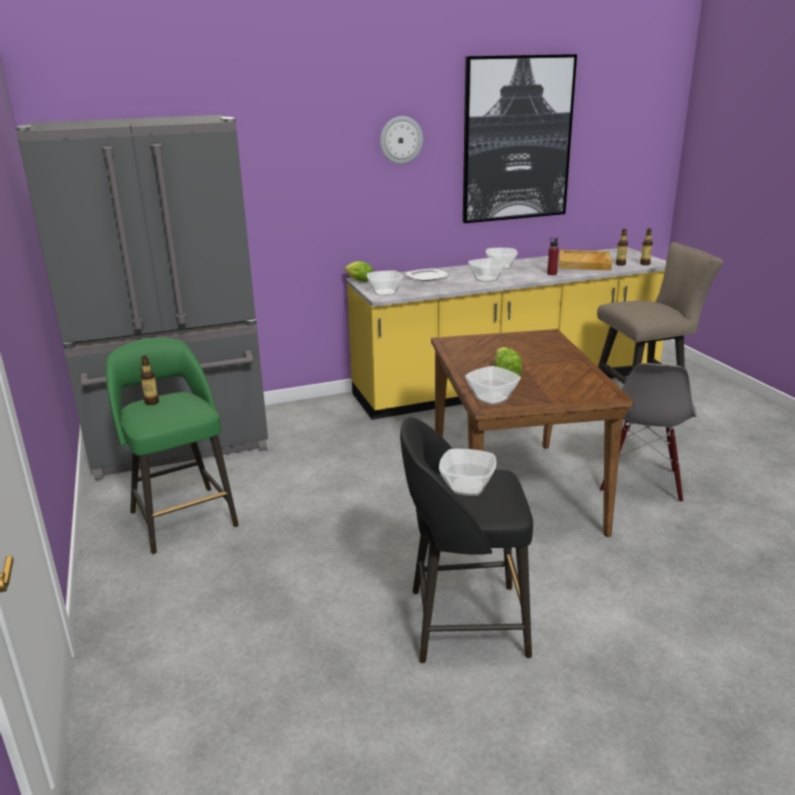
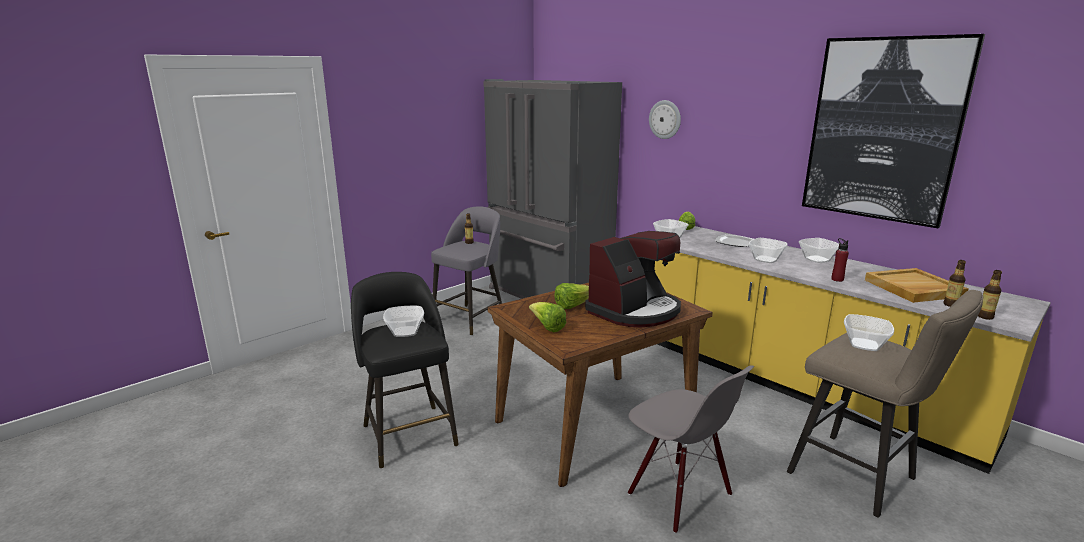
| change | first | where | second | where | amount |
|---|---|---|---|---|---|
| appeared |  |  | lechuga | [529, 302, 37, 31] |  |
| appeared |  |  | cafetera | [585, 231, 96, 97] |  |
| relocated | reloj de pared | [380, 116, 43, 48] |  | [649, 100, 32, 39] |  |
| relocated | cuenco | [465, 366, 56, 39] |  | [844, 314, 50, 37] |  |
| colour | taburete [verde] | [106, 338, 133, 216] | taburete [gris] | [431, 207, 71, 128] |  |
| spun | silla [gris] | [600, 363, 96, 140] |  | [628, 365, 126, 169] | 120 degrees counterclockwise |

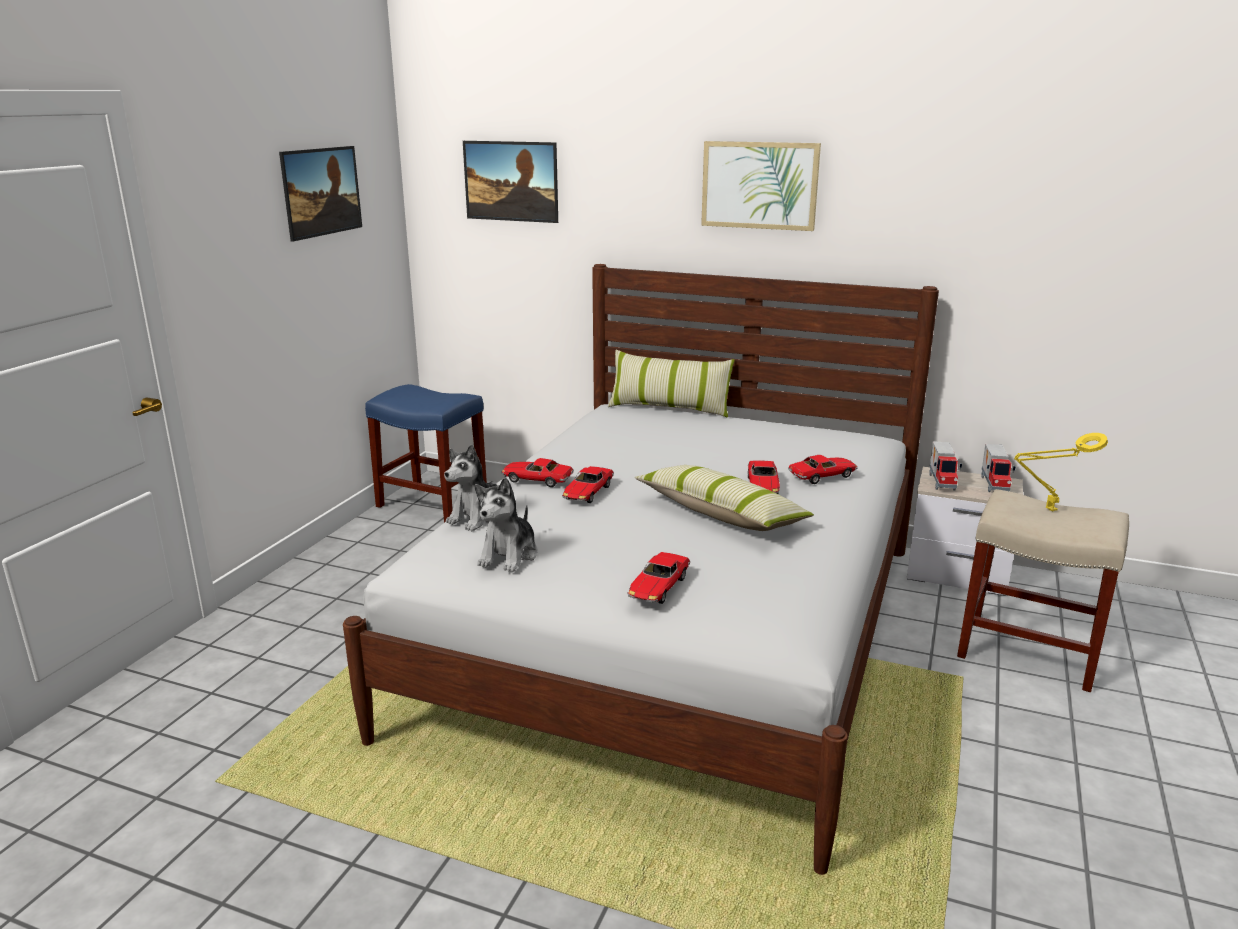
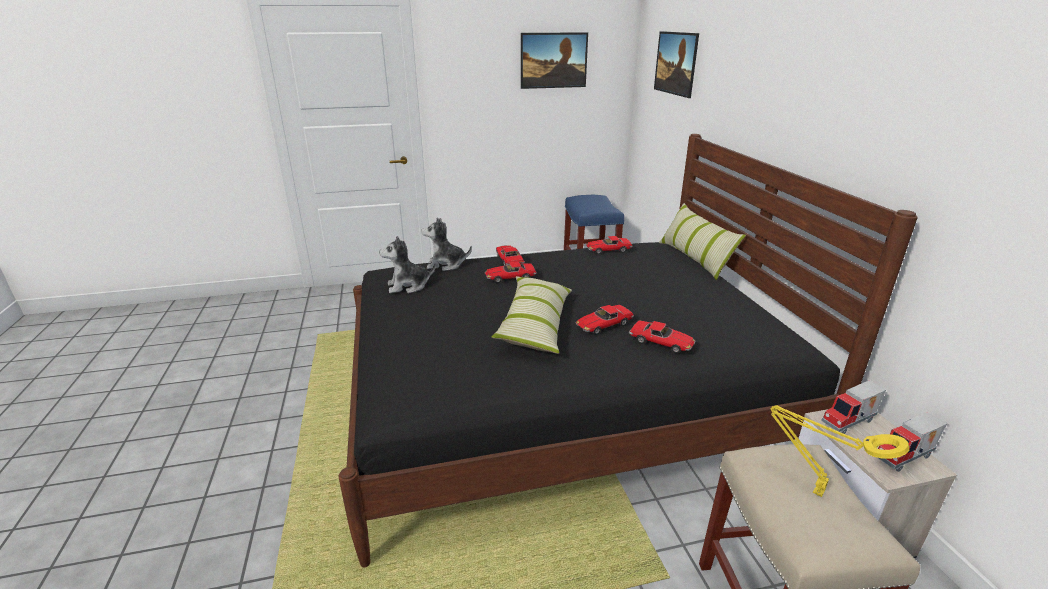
| change | first | where | second | where | amount |
|---|---|---|---|---|---|
| missing | cuadro | [701, 141, 120, 90] |  |  |  |
| relocated | coche de juguete | [628, 552, 62, 52] |  | [586, 236, 47, 18] |  |
| colour | cama [blanco] | [343, 264, 596, 611] | cama [negro] | [338, 134, 580, 433] |  |

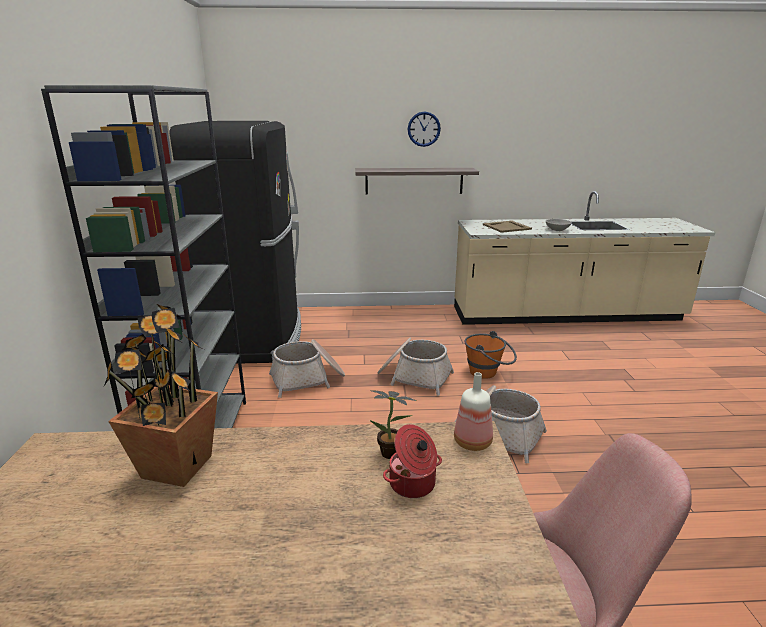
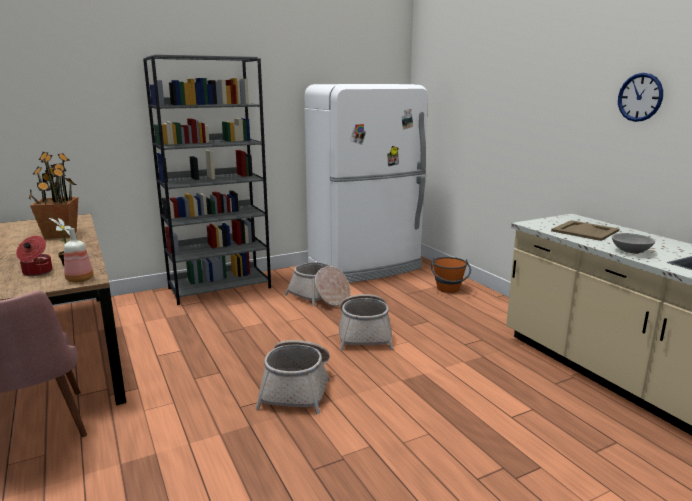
| change | first | where | second | where | amount |
|---|---|---|---|---|---|
| missing | estante | [355, 168, 124, 27] |  |  |  |
| relocated | reloj de pared | [408, 112, 33, 35] |  | [618, 73, 45, 49] |  |
| relocated | cubo [naranja] | [464, 331, 53, 48] |  | [431, 257, 40, 36] |  |
| colour | nevera [negro] | [169, 121, 132, 243] | nevera [blanco] | [304, 84, 124, 199] |  |

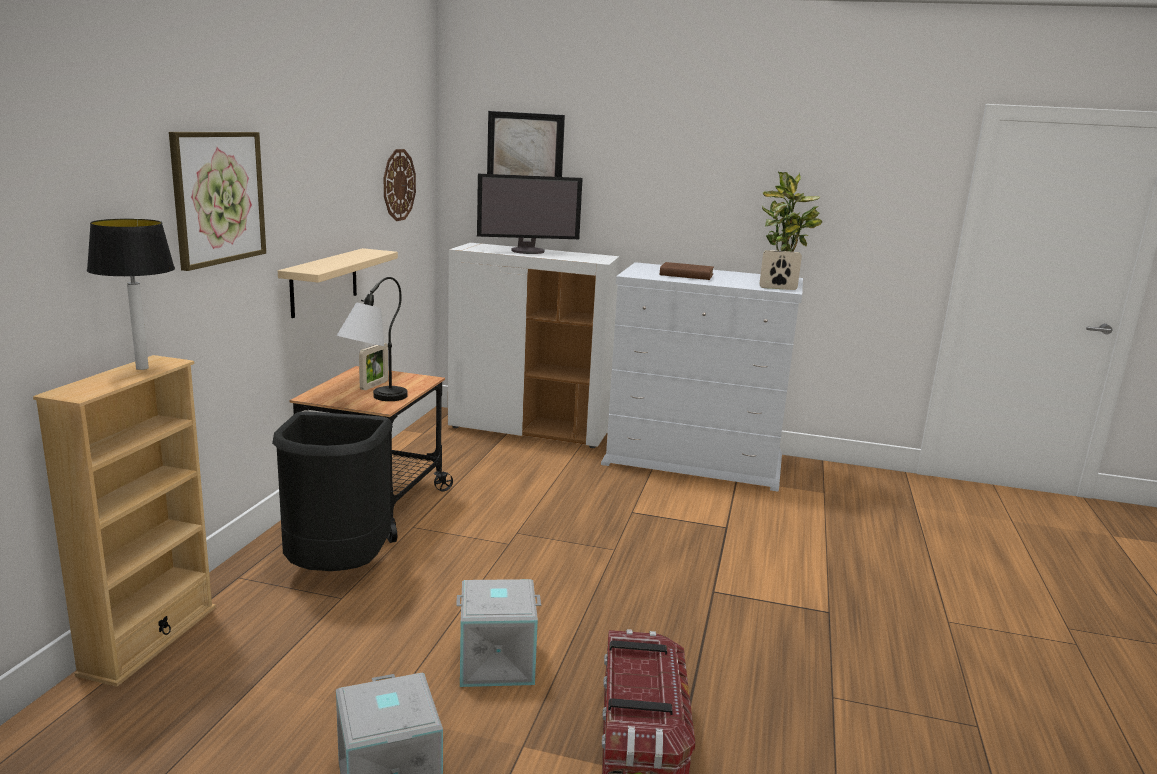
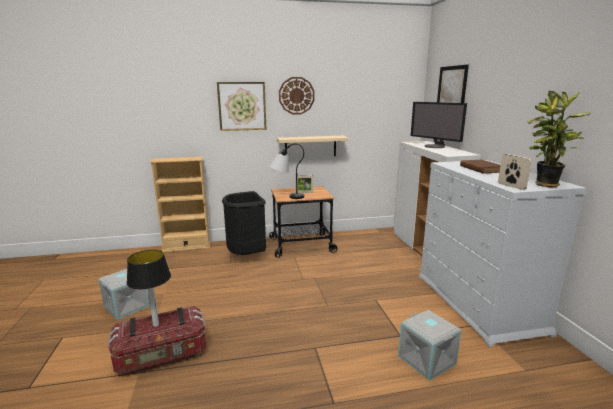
| change | first | where | second | where | amount |
|---|---|---|---|---|---|
| relocated | lámpara de mesa | [87, 219, 88, 151] |  | [127, 250, 44, 77] |  |
| relocated | reloj de pared | [384, 149, 32, 72] |  | [279, 77, 35, 38] |  |
| relocated | caja de almacenaje [gris] | [456, 579, 85, 108] |  | [398, 310, 63, 71] |  |

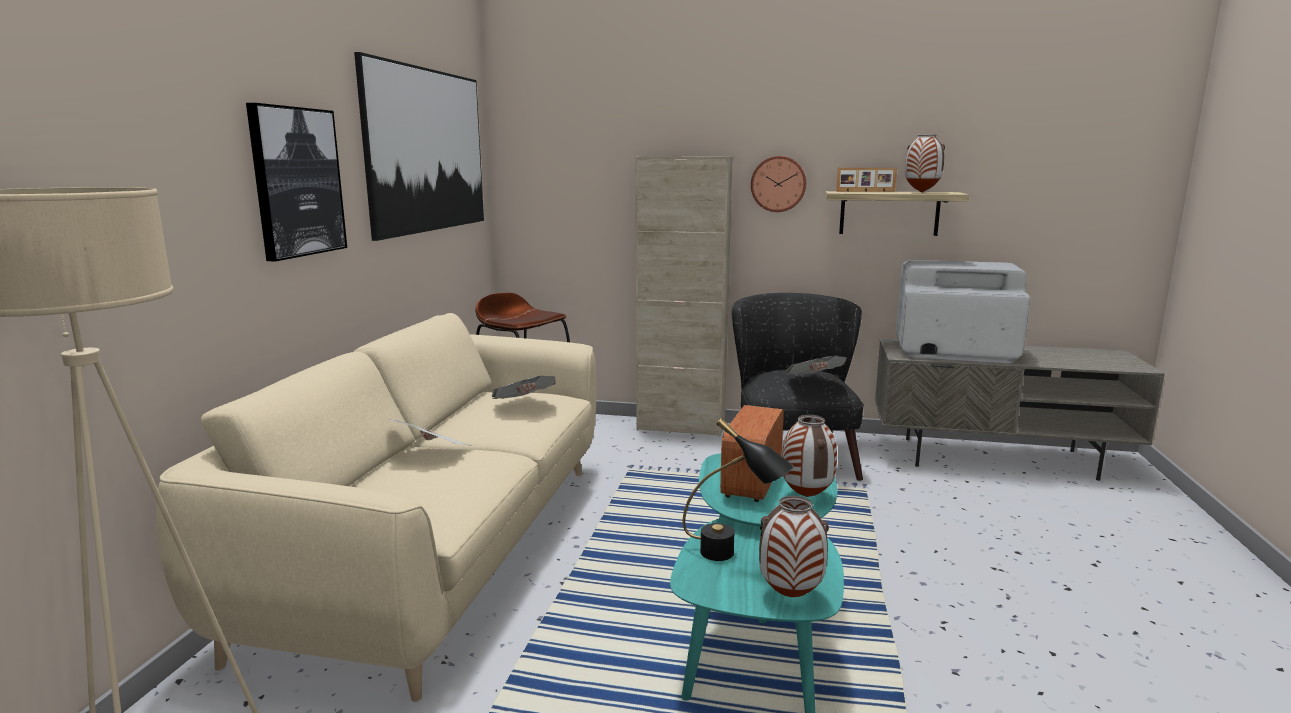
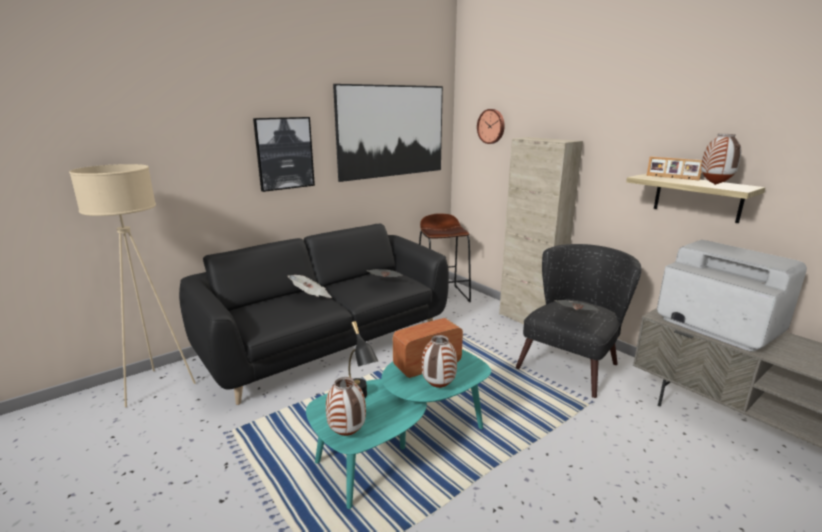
| change | first | where | second | where | amount |
|---|---|---|---|---|---|
| relocated | reloj de pared | [751, 156, 55, 56] |  | [477, 109, 28, 35] |  |
| colour | sofá [beis] | [156, 313, 440, 389] | sofá [negro] | [179, 223, 270, 182] |  |

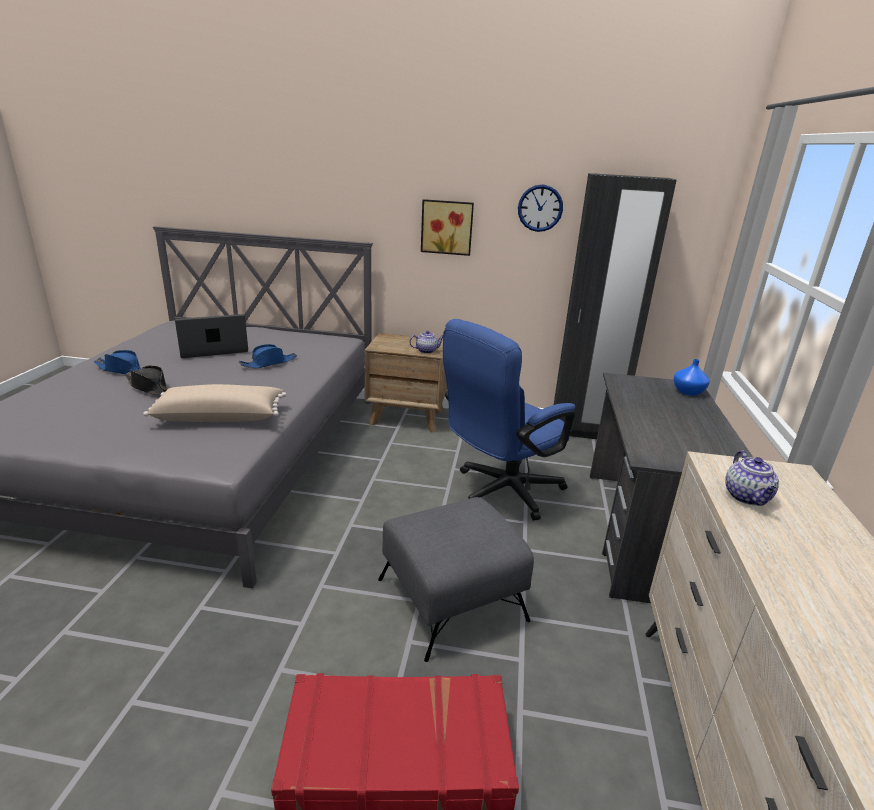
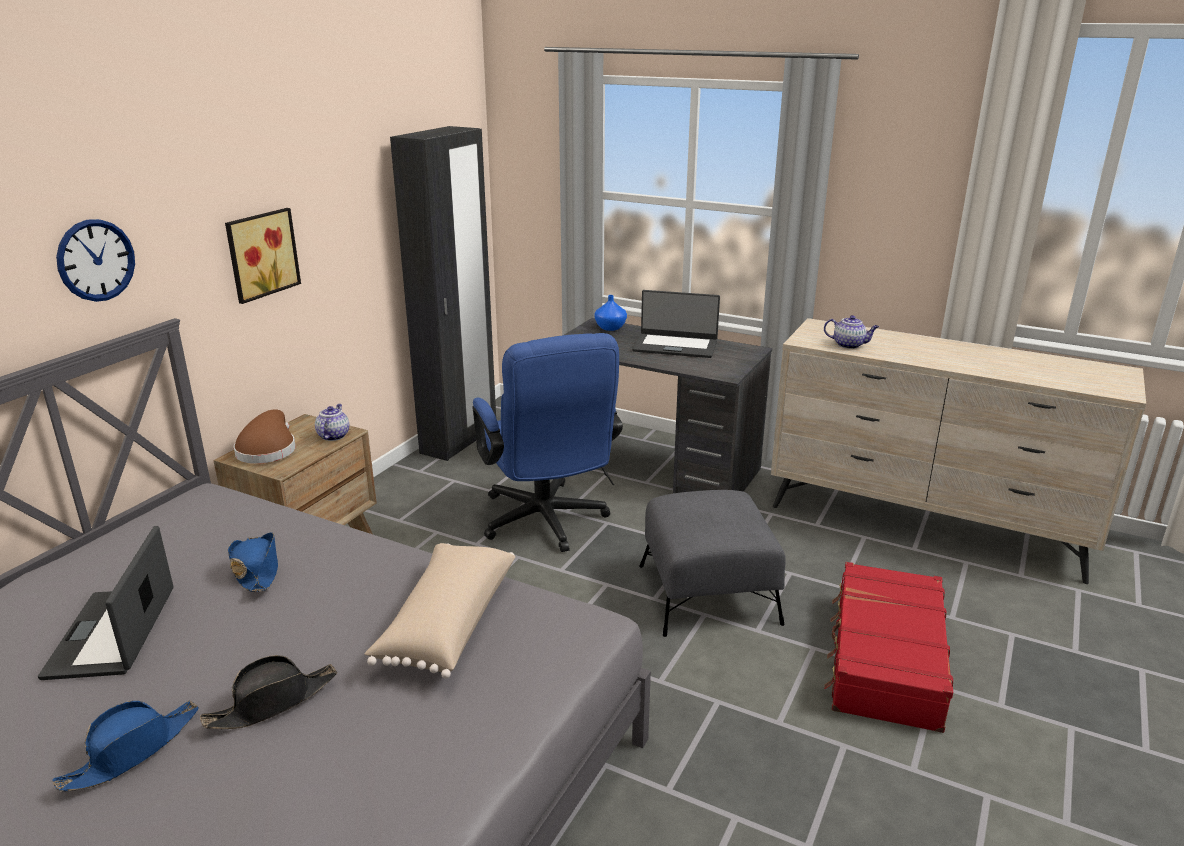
| change | first | where | second | where | amount |
|---|---|---|---|---|---|
| appeared |  |  | sombrero [marrón] | [234, 409, 62, 55] |  |
| appeared |  |  | portátil | [632, 290, 88, 68] |  |
| relocated | reloj de pared | [518, 185, 45, 47] |  | [56, 219, 79, 83] |  |

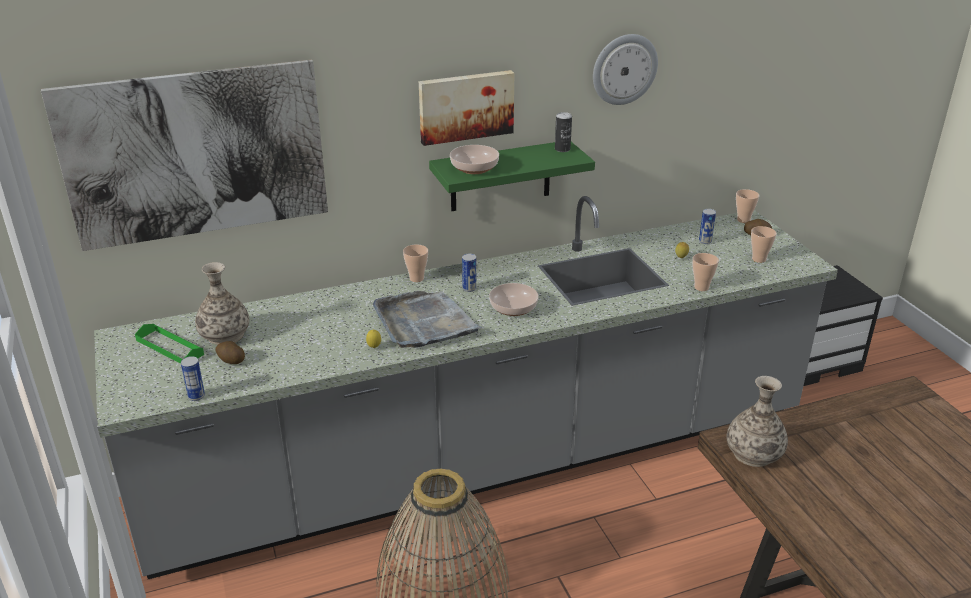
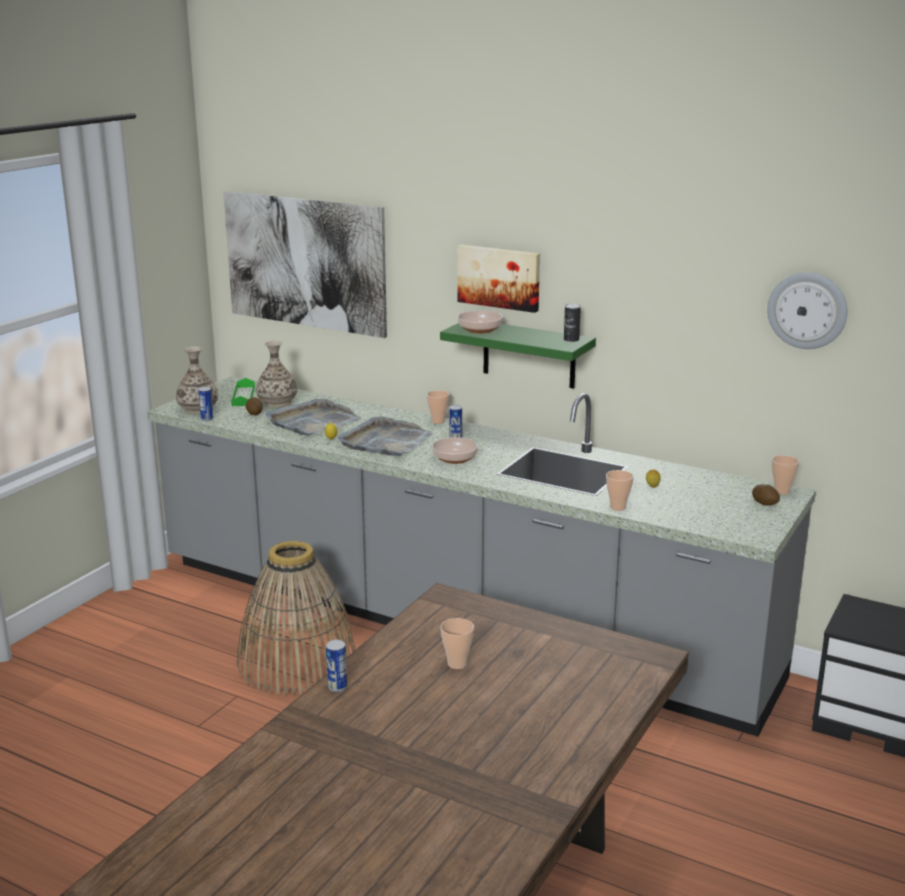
| change | first | where | second | where | amount |
|---|---|---|---|---|---|
| appeared |  |  | bandeja [gris] | [265, 399, 97, 37] |  |
| relocated | reloj de pared | [593, 34, 65, 71] |  | [767, 272, 80, 77] |  |
| relocated | lata | [699, 209, 17, 35] |  | [326, 640, 21, 52] |  |
| relocated | florero | [727, 376, 61, 91] |  | [176, 346, 42, 68] |  |
| relocated | taza | [751, 226, 26, 37] |  | [440, 618, 34, 51] |  |

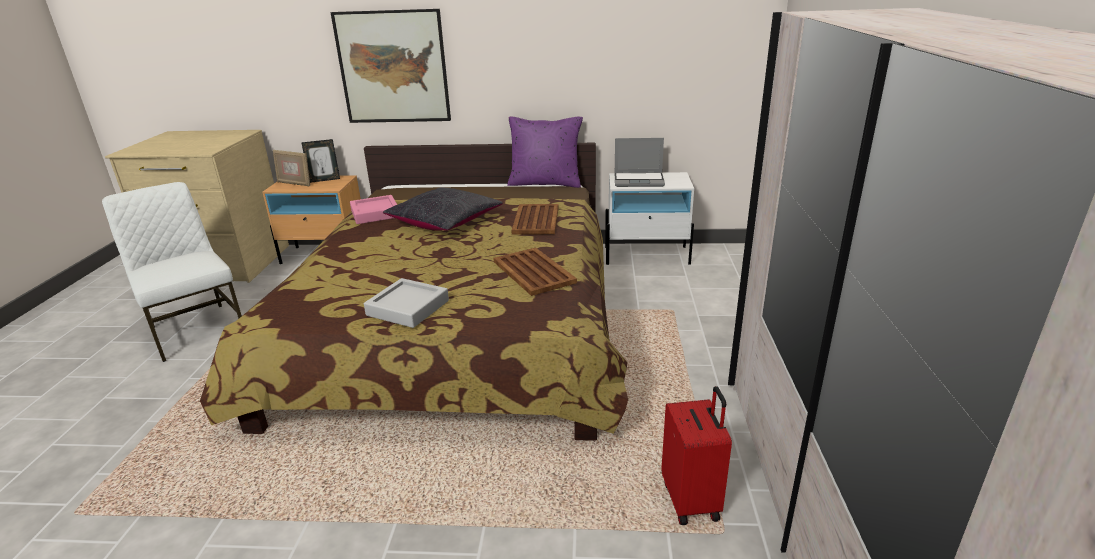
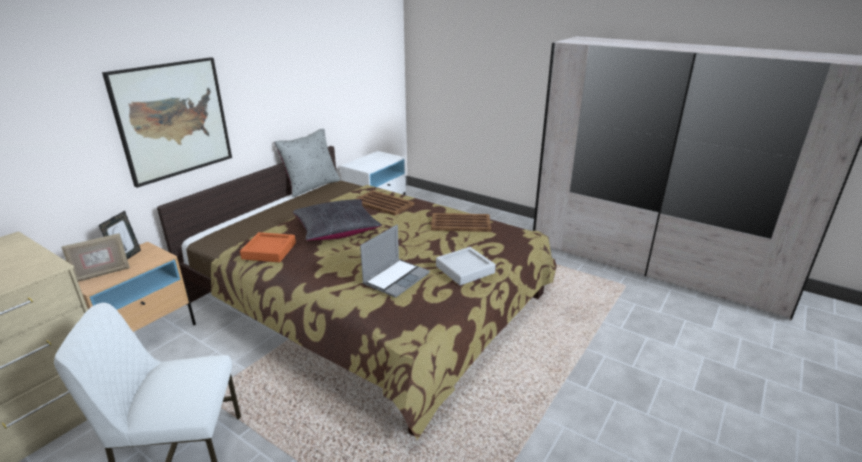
| change | first | where | second | where | amount |
|---|---|---|---|---|---|
| missing | maleta [rojo] | [661, 386, 71, 139] |  |  |  |
| relocated | portátil | [615, 138, 50, 49] |  | [360, 224, 70, 74] |  |
| colour | bandeja [rosa] | [350, 195, 47, 29] | bandeja [naranja] | [240, 232, 56, 30] |  |
| colour | cojín [morado] | [507, 117, 76, 71] | cojín [gris] | [274, 128, 66, 70] |  |

